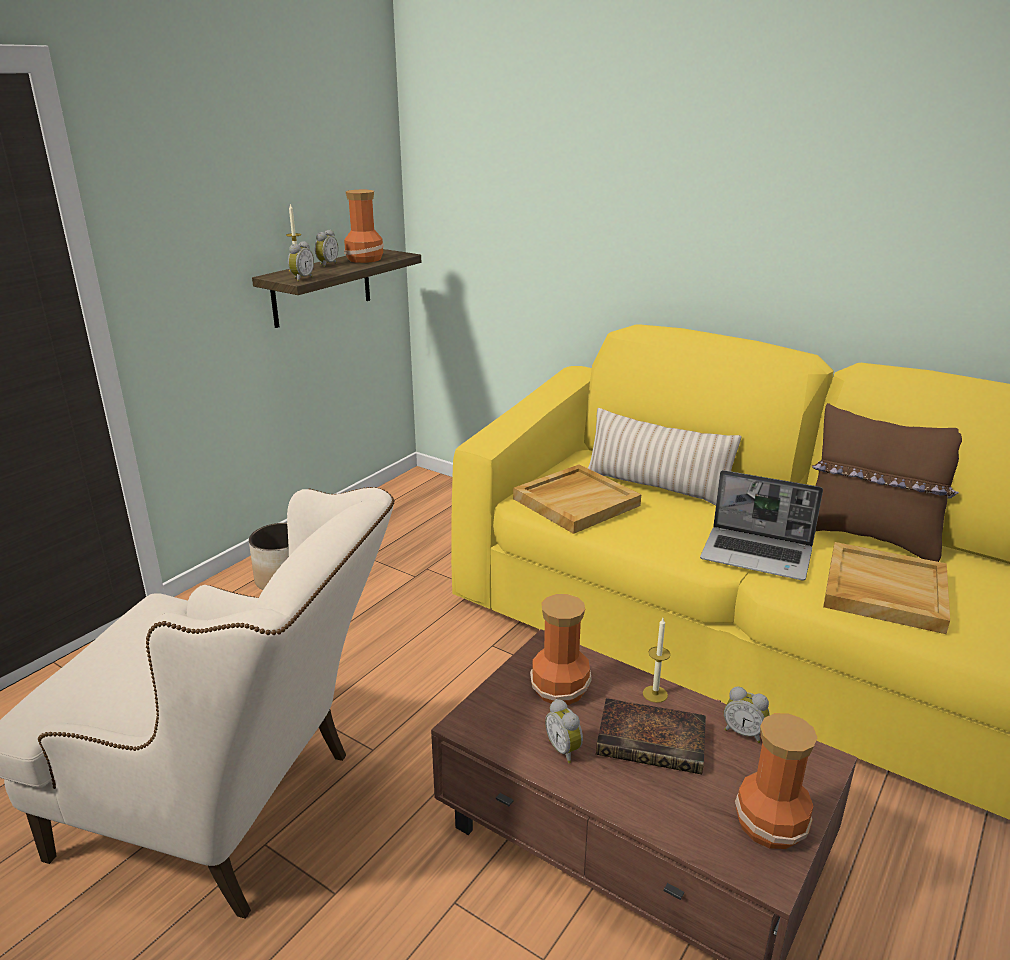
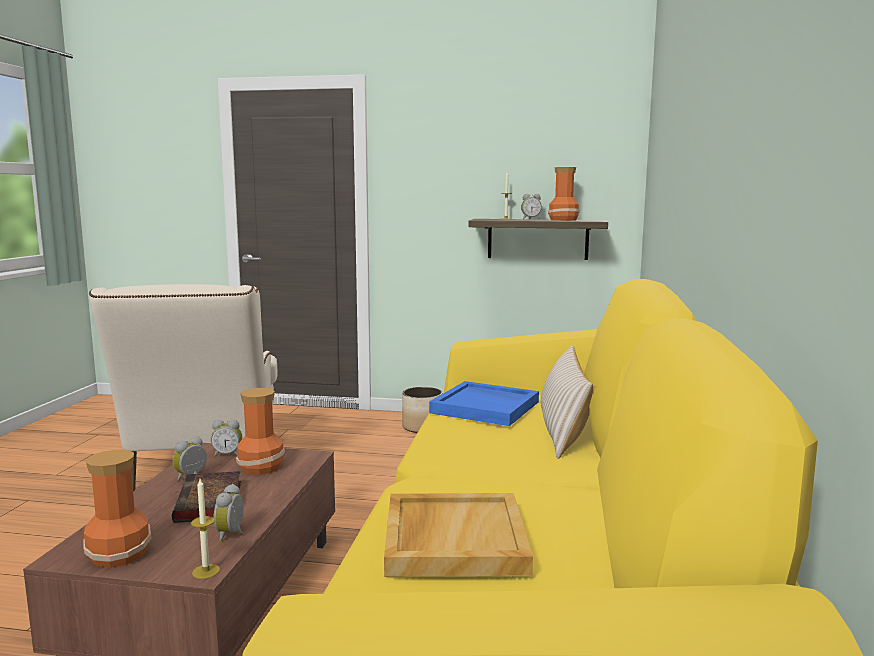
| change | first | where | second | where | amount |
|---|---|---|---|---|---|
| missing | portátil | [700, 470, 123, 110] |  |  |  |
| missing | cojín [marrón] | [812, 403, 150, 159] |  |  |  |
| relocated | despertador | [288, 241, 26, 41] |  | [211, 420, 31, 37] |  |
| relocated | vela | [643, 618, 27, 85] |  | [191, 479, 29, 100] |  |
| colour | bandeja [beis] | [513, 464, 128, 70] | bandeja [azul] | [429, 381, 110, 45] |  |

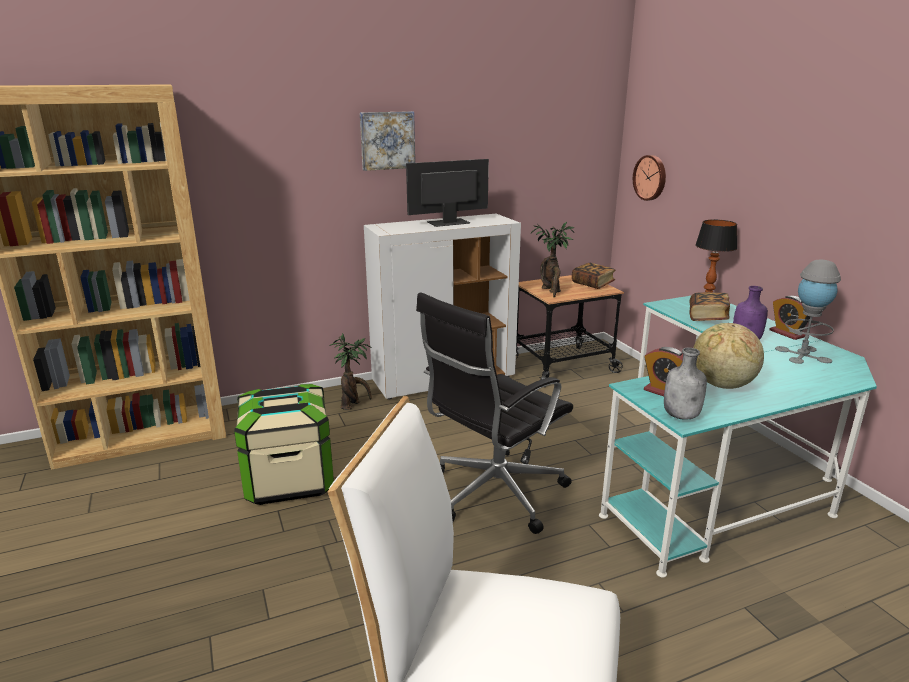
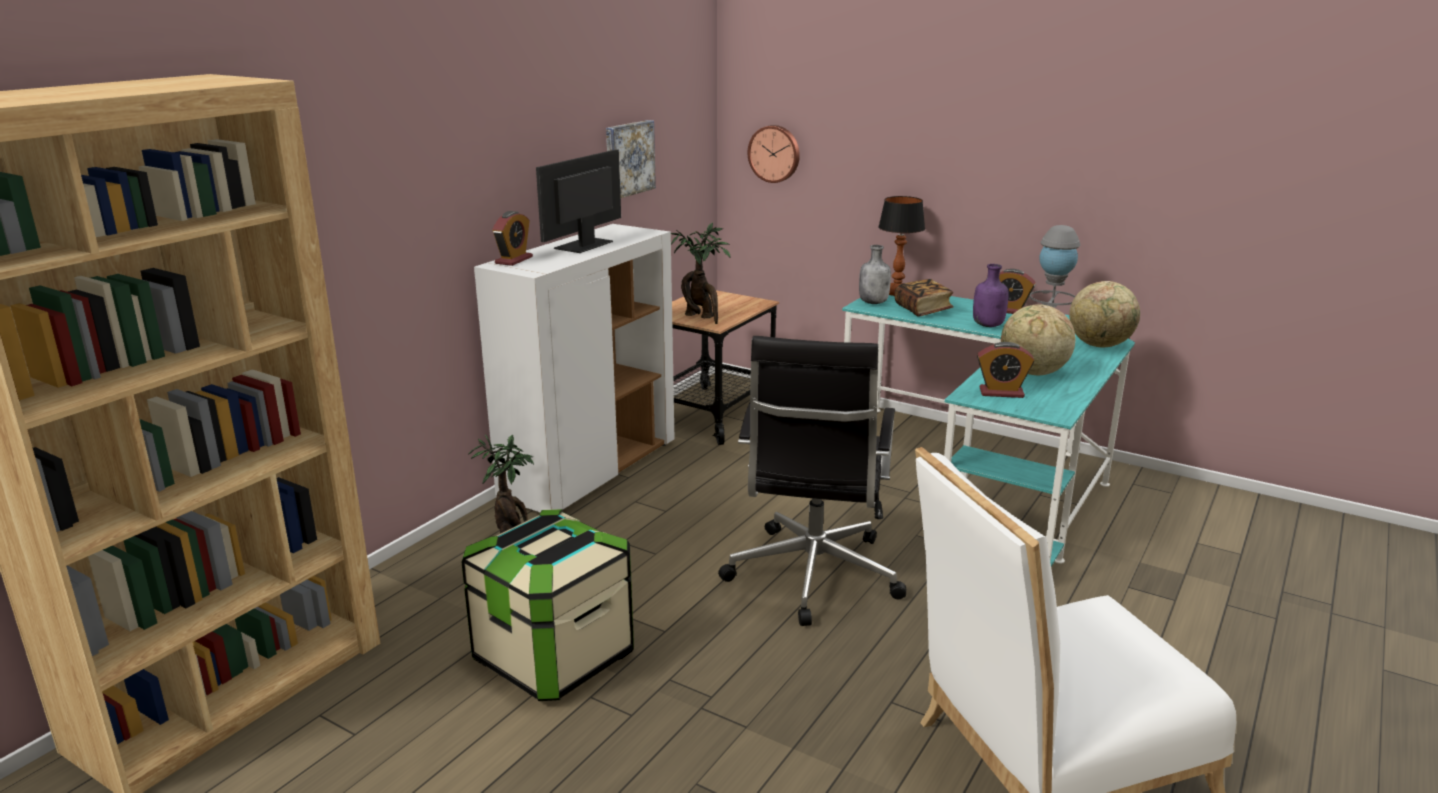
| change | first | where | second | where | amount |
|---|---|---|---|---|---|
| missing | libro | [572, 262, 43, 27] |  |  |  |
| appeared |  |  | despertador | [492, 211, 41, 55] |  |
| appeared |  |  | globo terráqueo | [1069, 281, 71, 66] |  |
| relocated | cuadro | [360, 111, 55, 60] |  | [606, 120, 50, 78] |  |
| relocated | botella [gris] | [664, 348, 43, 72] |  | [859, 245, 32, 59] |  |

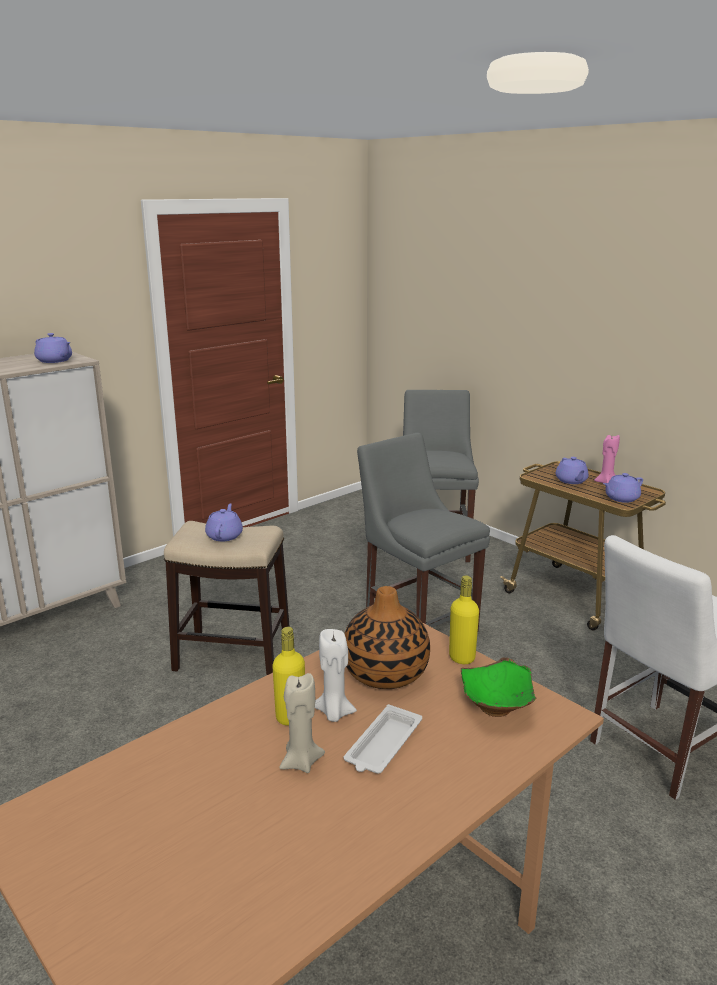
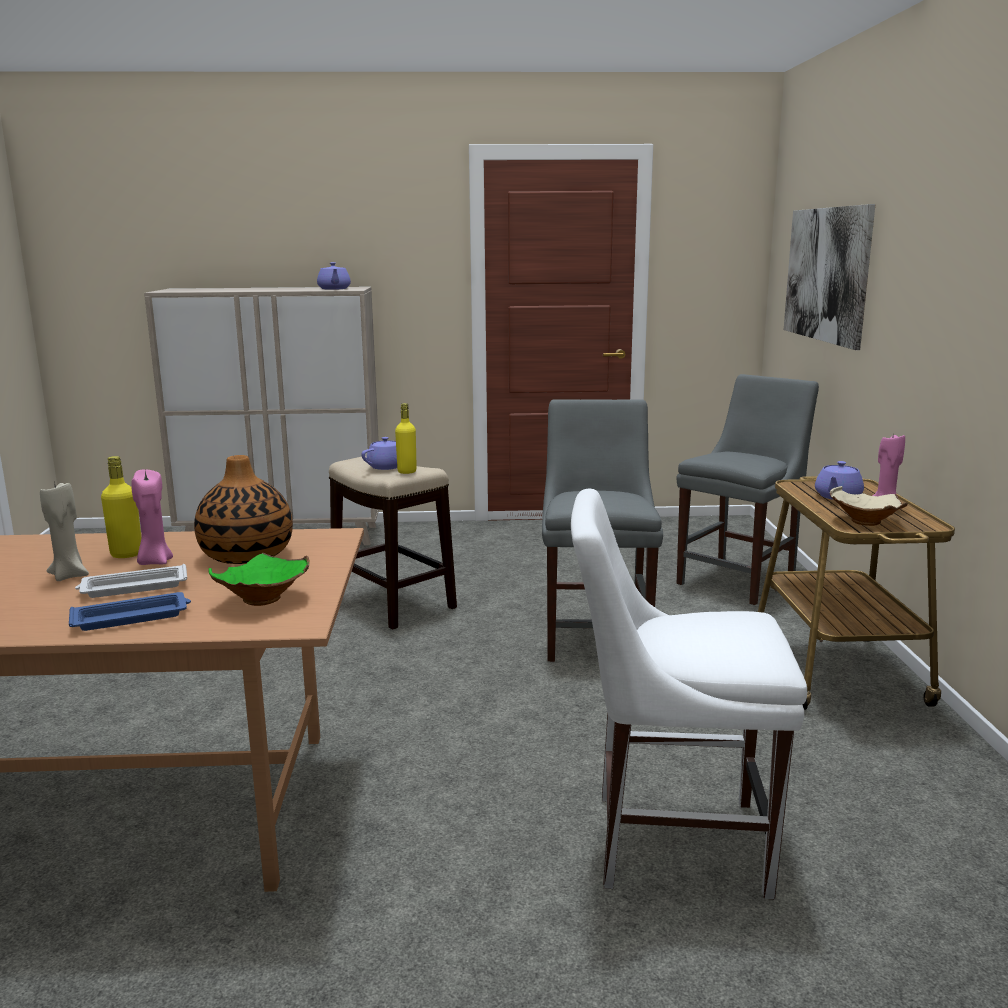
| change | first | where | second | where | amount |
|---|---|---|---|---|---|
| appeared |  |  | bandeja [azul] | [69, 592, 122, 39] |  |
| appeared |  |  | cuadro | [784, 204, 91, 146] |  |
| relocated | botella [amarillo] | [449, 575, 30, 89] |  | [395, 403, 22, 71] |  |
| exchanged | tetera [morado] | [603, 473, 40, 30] | cuenco [beis] | [830, 486, 78, 40] |  |
| colour | vela [blanco] | [315, 629, 42, 93] | vela [rosa] | [131, 469, 42, 96] |  |

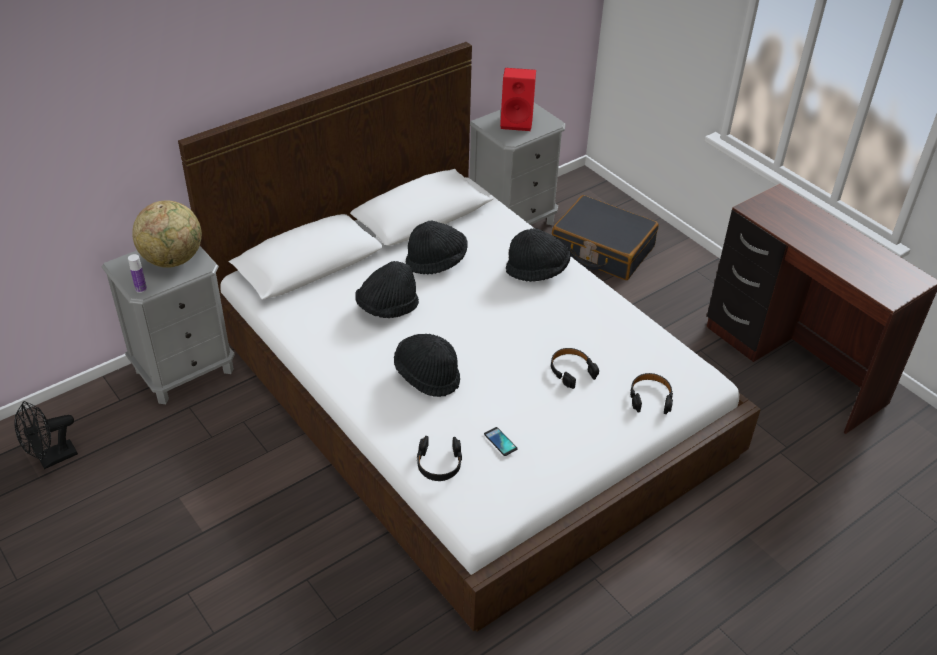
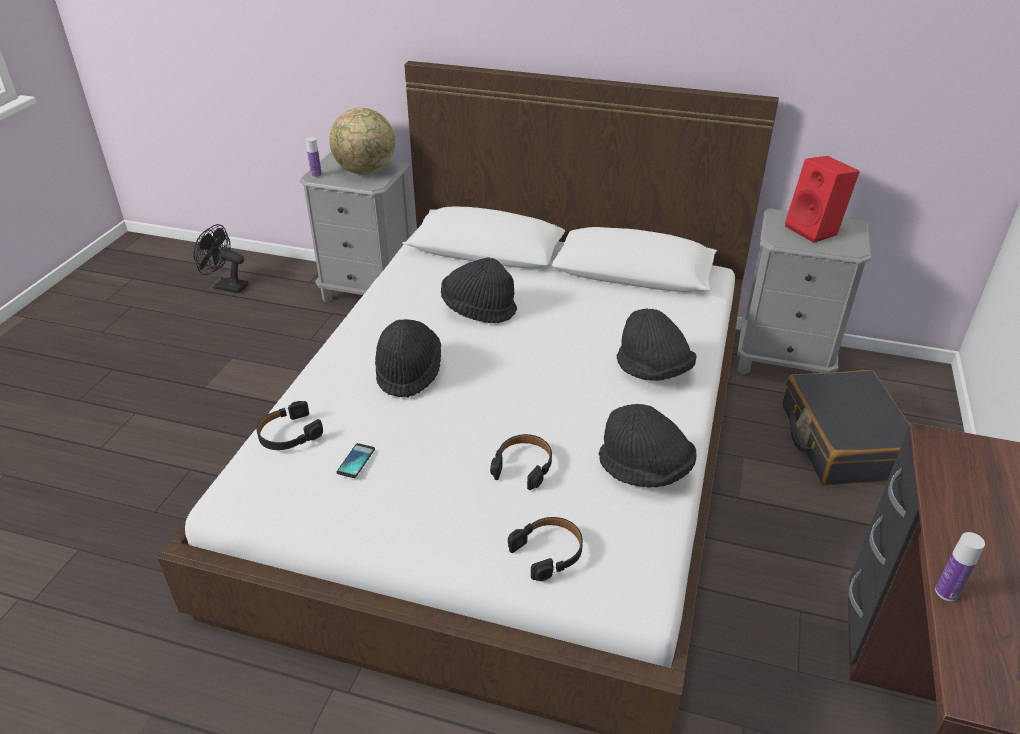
| change | first | where | second | where | amount |
|---|---|---|---|---|---|
| appeared |  |  | botella | [935, 532, 50, 69] |  |
| relocated | sombrero [negro] | [406, 221, 62, 53] |  | [599, 404, 97, 84] |  |

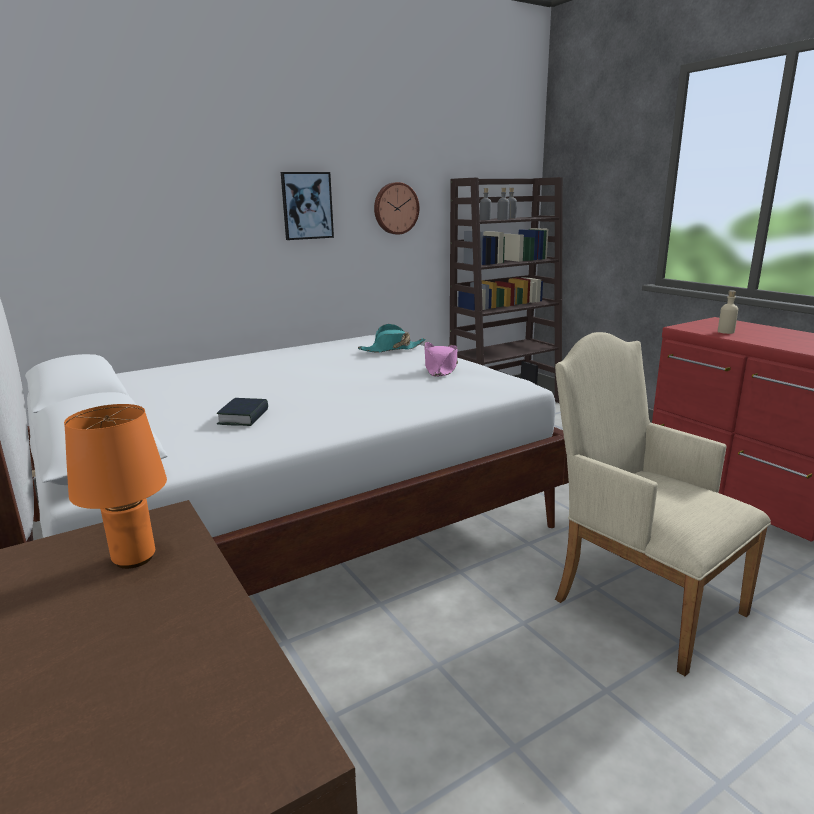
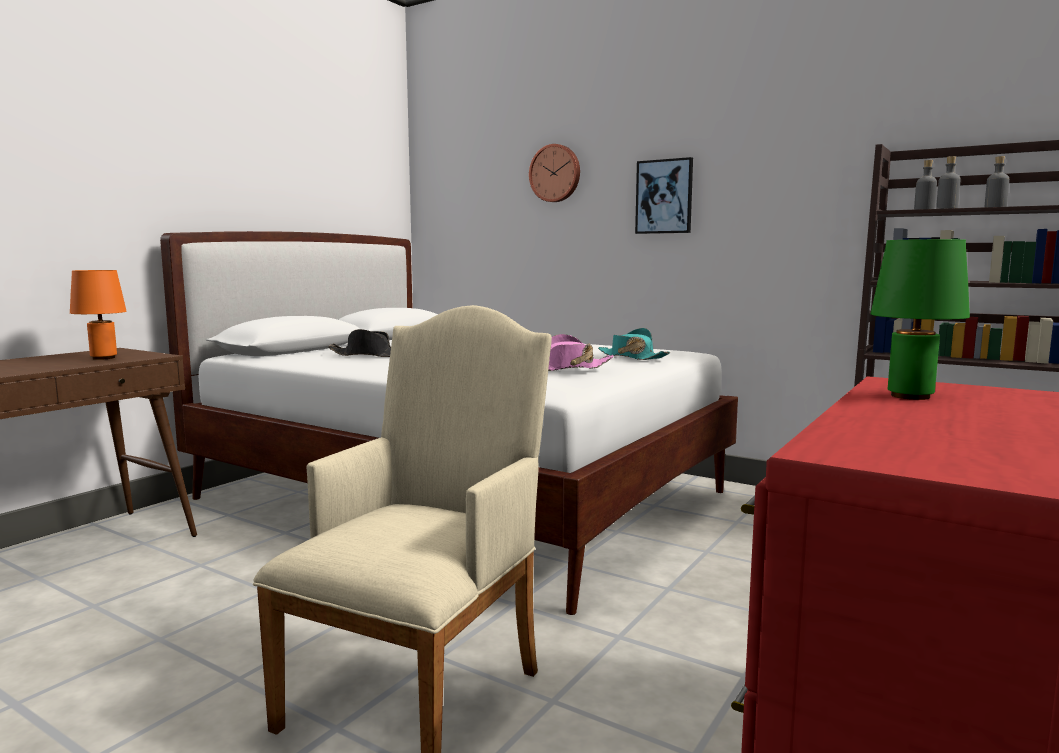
| change | first | where | second | where | amount |
|---|---|---|---|---|---|
| relocated | reloj de pared | [374, 182, 45, 53] |  | [529, 144, 51, 58] |  |
| exchanged | libro | [217, 398, 51, 28] | sombrero [negro] | [328, 329, 63, 28] |  |
| exchanged | botella [beis] | [718, 291, 20, 43] | lámpara de mesa [verde] | [871, 239, 99, 161] |  |

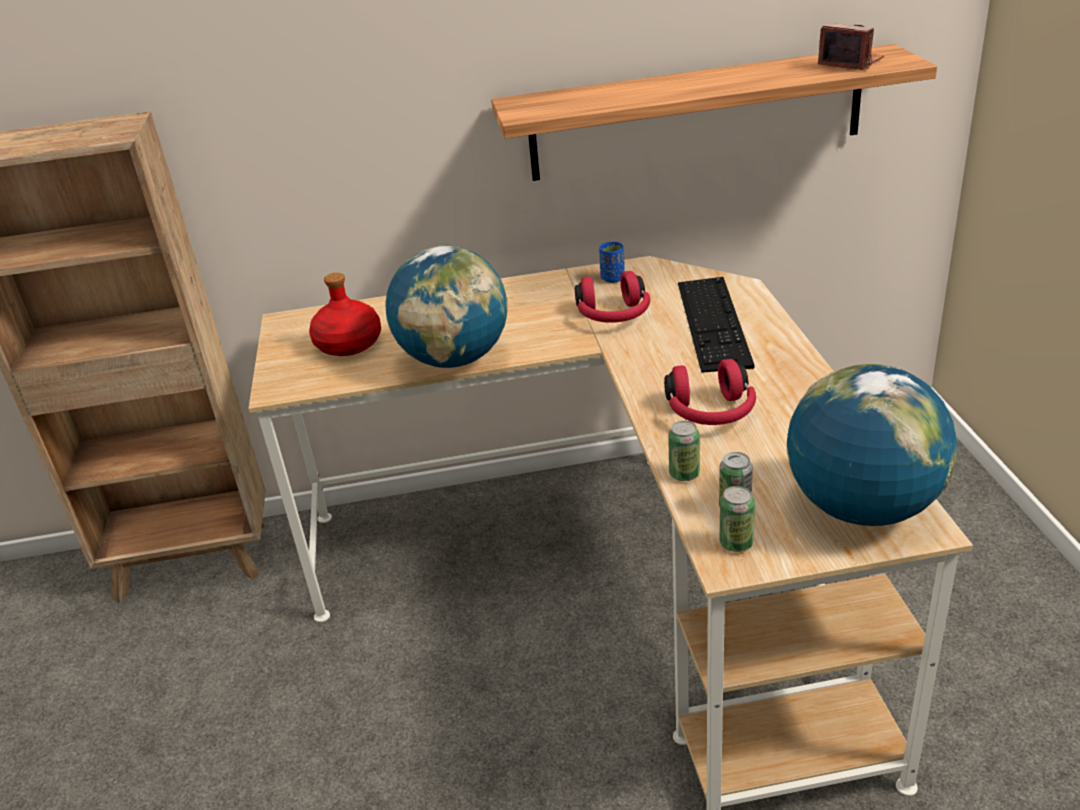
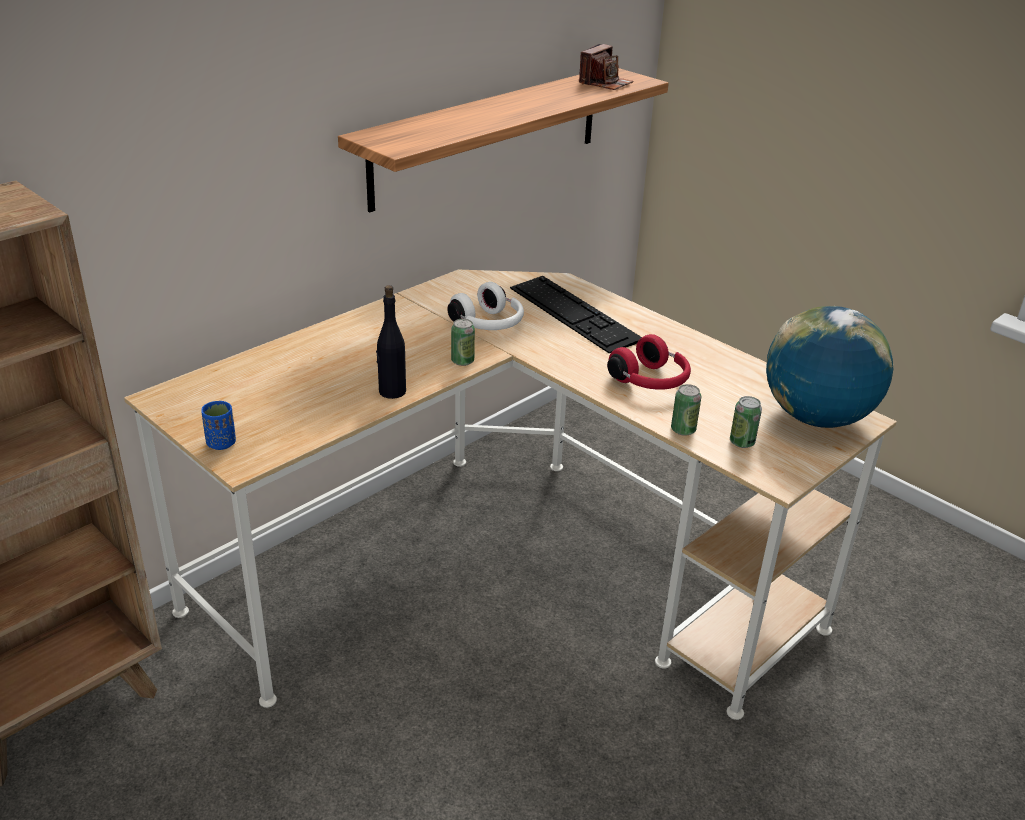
| change | first | where | second | where | amount |
|---|---|---|---|---|---|
| missing | botella [rojo] | [309, 273, 72, 83] |  |  |  |
| relocated | taza [azul] | [599, 242, 26, 41] |  | [201, 401, 35, 49] |  |
| relocated | lata | [720, 486, 35, 66] |  | [451, 319, 24, 47] |  |
| exchanged | globo terráqueo | [385, 245, 122, 123] | botella [negro] | [376, 285, 30, 114] |  |
| colour | auriculares [rojo] | [575, 271, 75, 52] | auriculares [blanco] | [448, 282, 76, 48] |  |
| spun | cámara | [818, 23, 66, 47] |  | [579, 44, 54, 46] | 120 degrees clockwise |

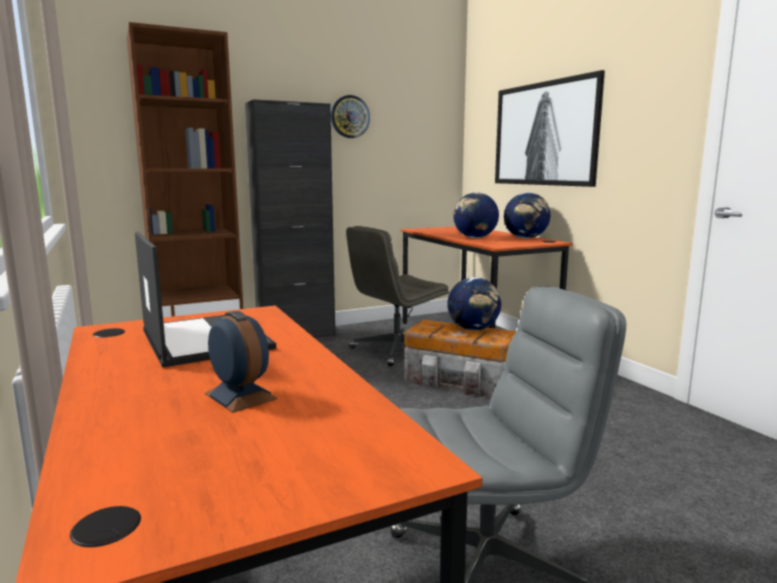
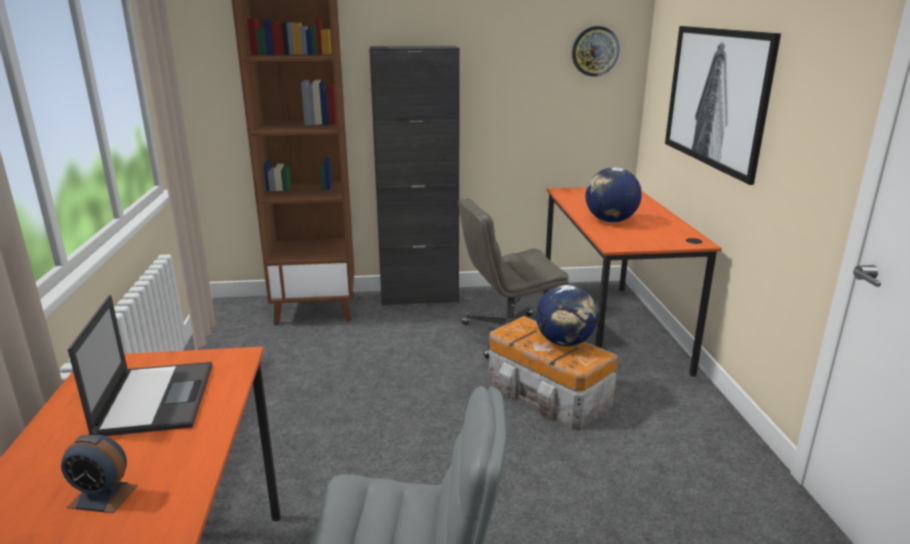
| change | first | where | second | where | amount |
|---|---|---|---|---|---|
| missing | globo terráqueo | [504, 193, 47, 46] |  |  |  |
| relocated | reloj de pared | [331, 95, 39, 43] |  | [572, 26, 47, 51] |  |
| spun | despertador | [205, 311, 73, 102] |  | [61, 434, 77, 79] | 120 degrees clockwise |

